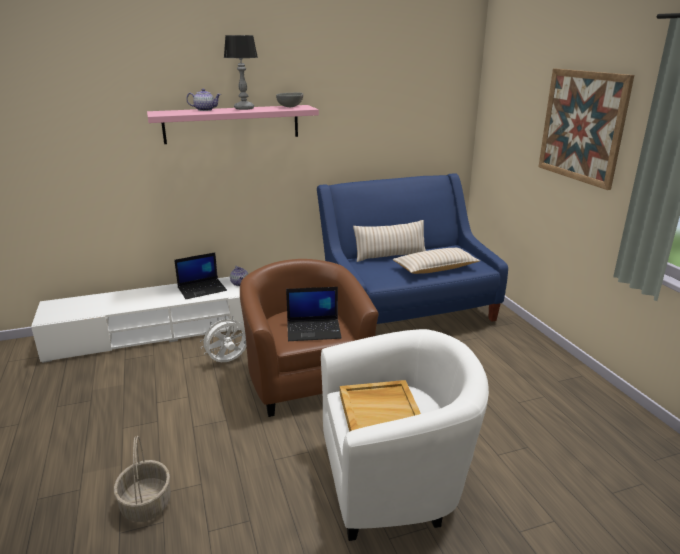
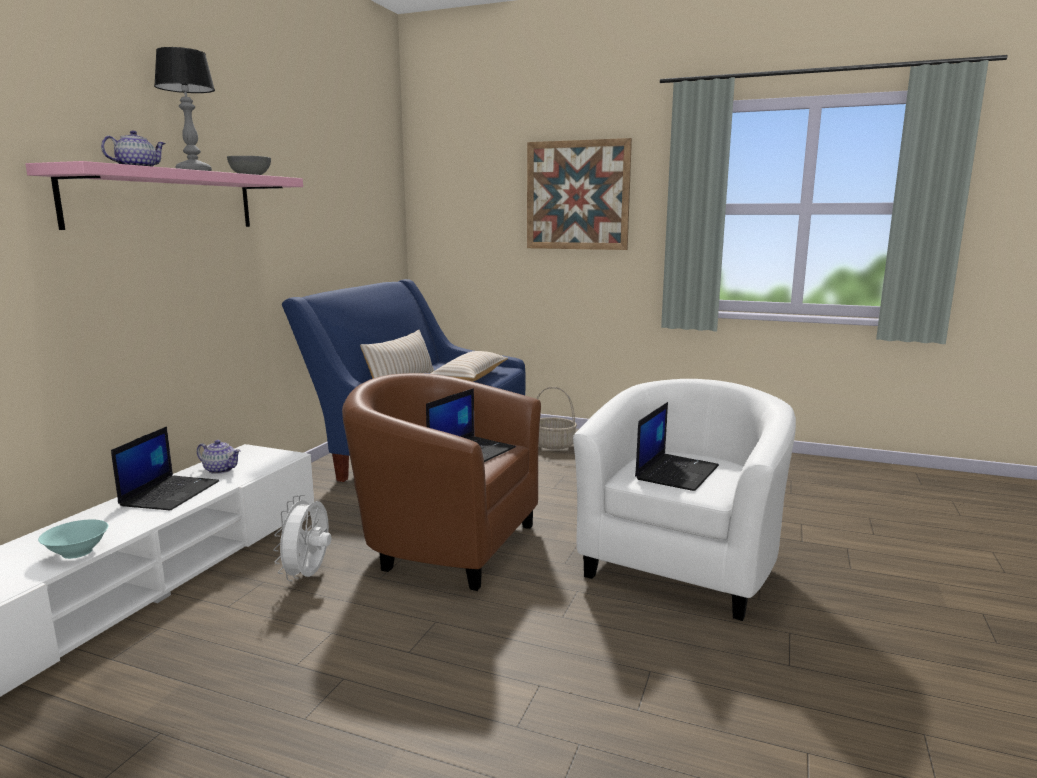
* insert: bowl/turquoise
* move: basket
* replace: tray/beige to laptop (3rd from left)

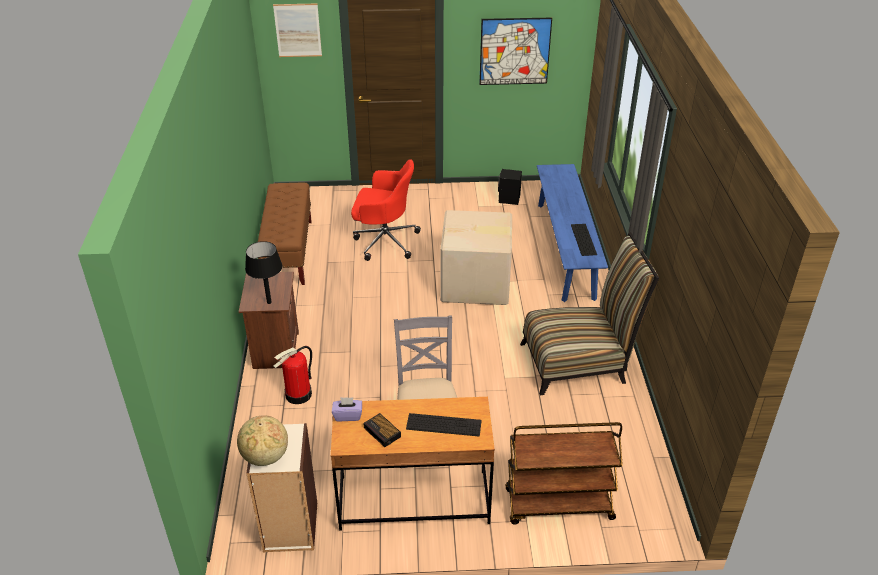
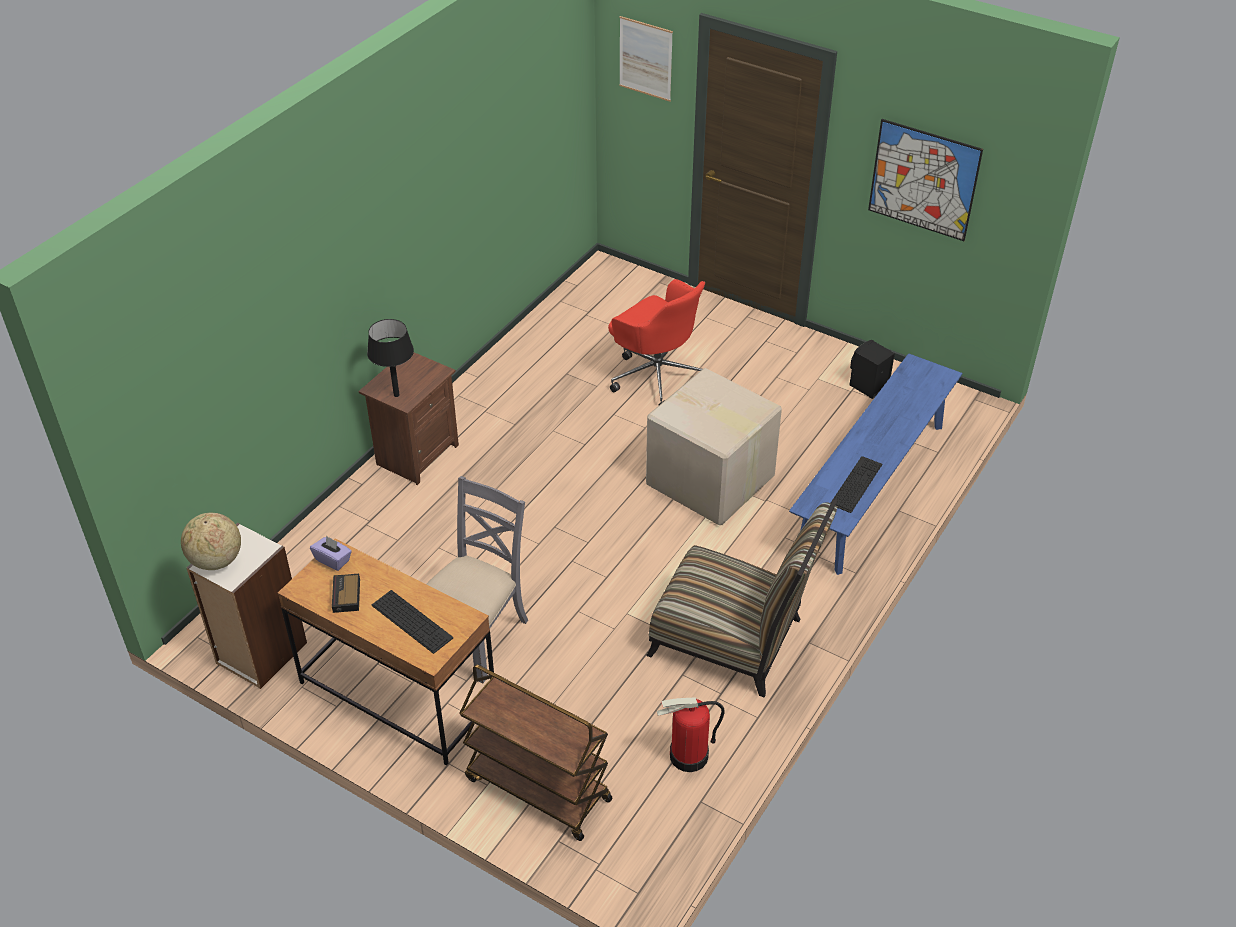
* delete: bench/brown
* move: fire extinguisher

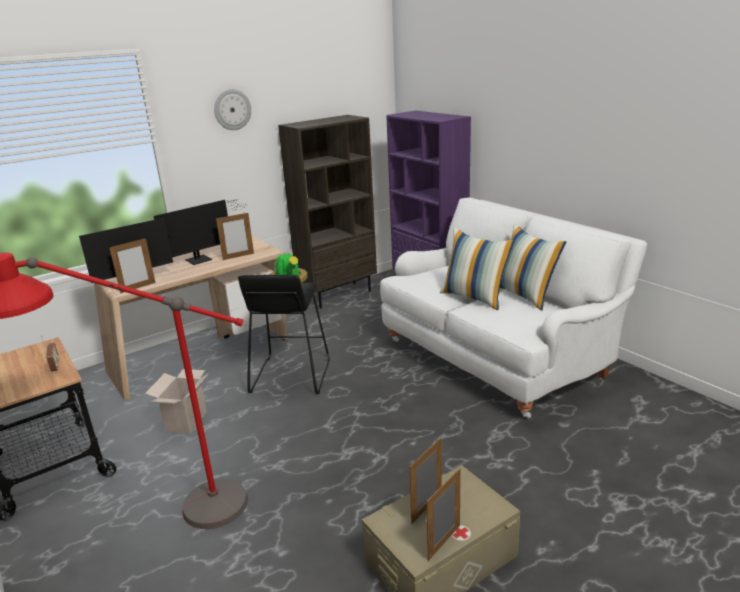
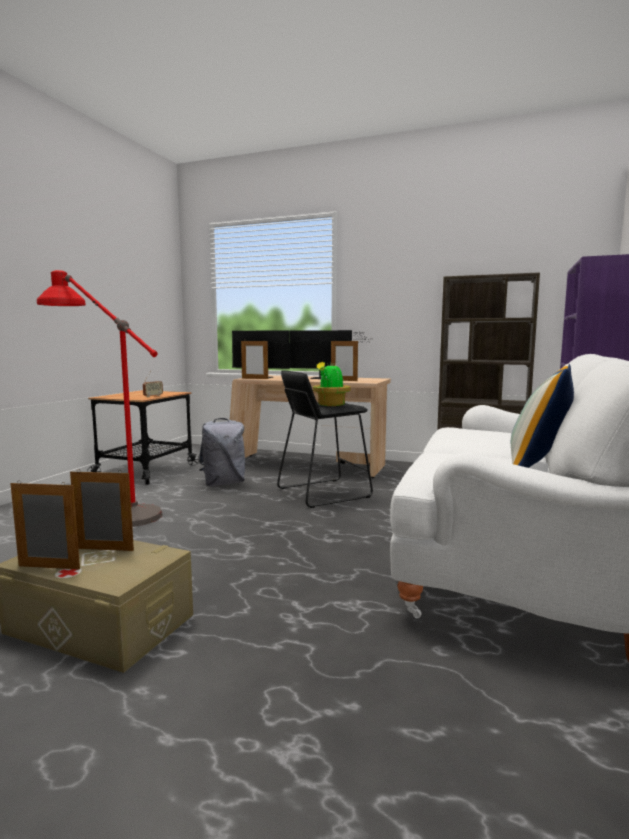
* delete: wall clock
* delete: pillow (1st from left)
* replace: cardboard box to backpack/grey

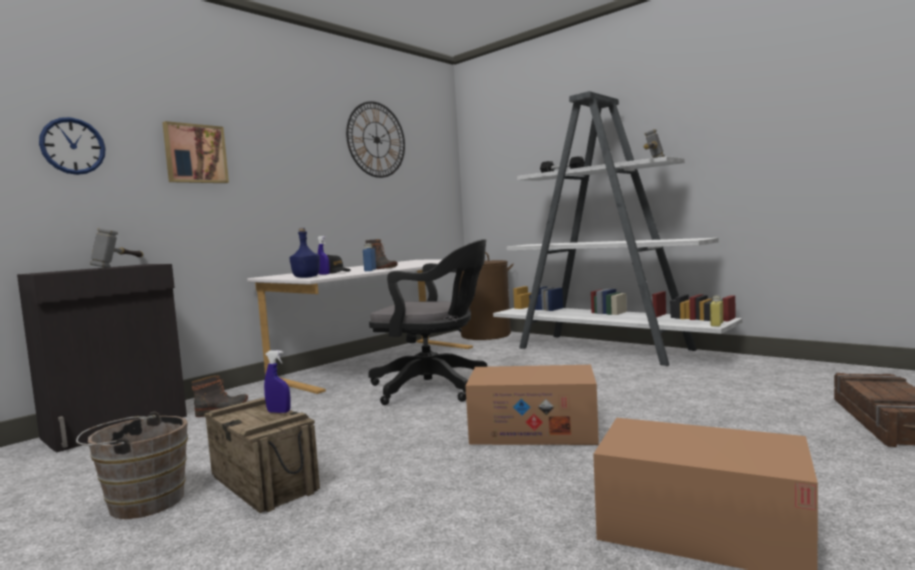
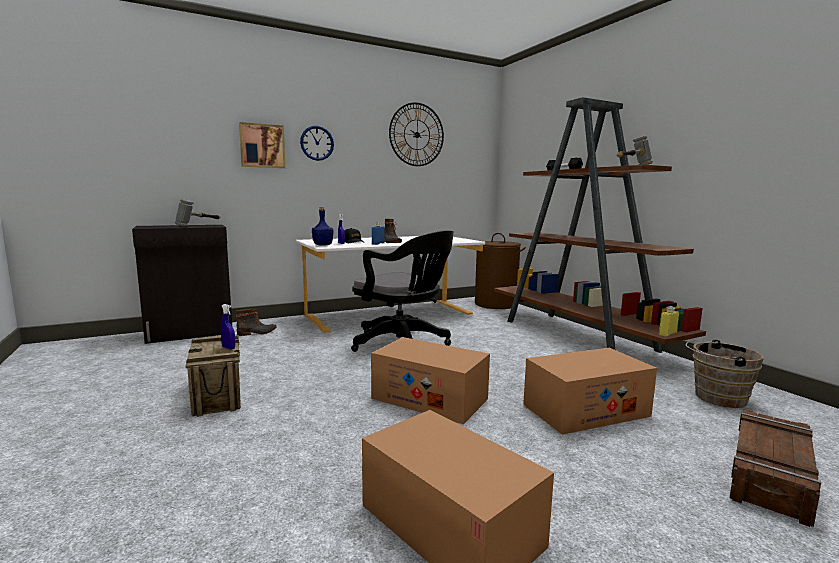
* insert: cardboard box (3rd from left)
* move: wall clock (1st from left)
* move: bucket/brown
* recolor: bookcase/white to bookcase/brown

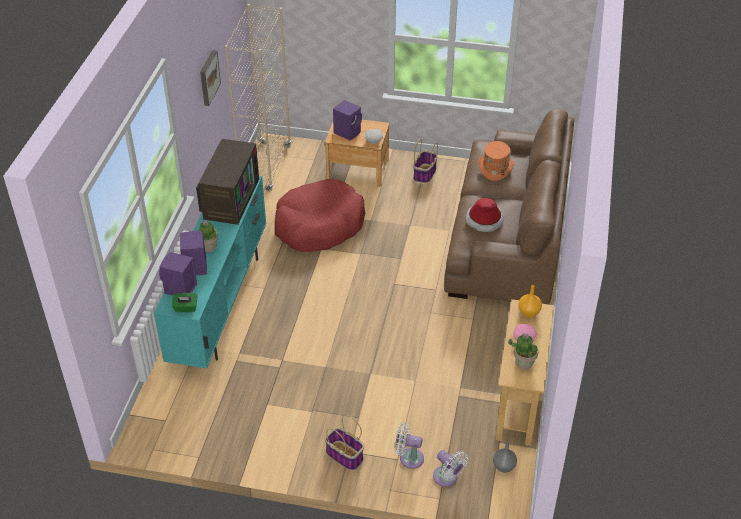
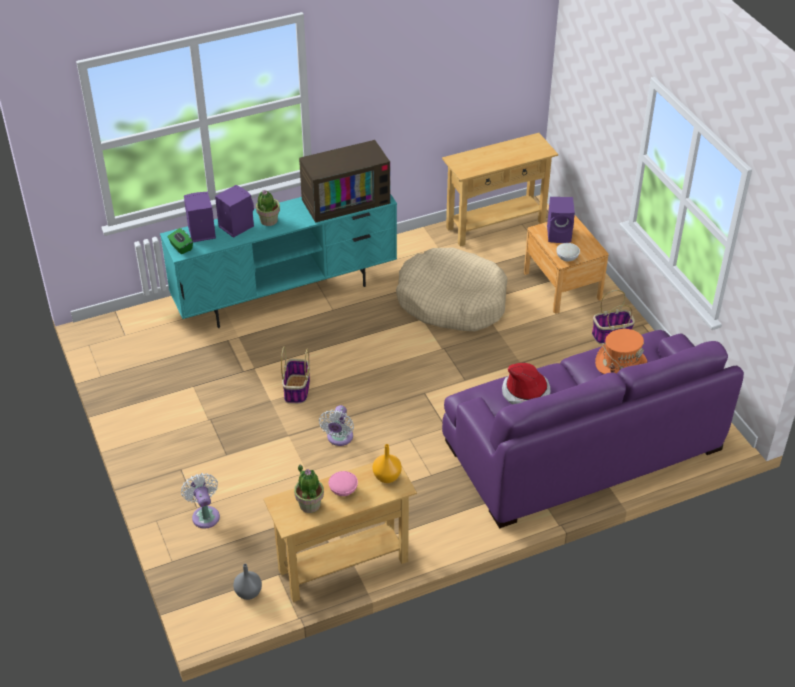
* delete: picture
* move: basket (1st from left)
* move: fan/white (2nd from left)
* replace: bookcase/beige to console table/beige (2nd from left)
* recolor: dog bed/red to dog bed/beige
* recolor: sofa/brown to sofa/purple

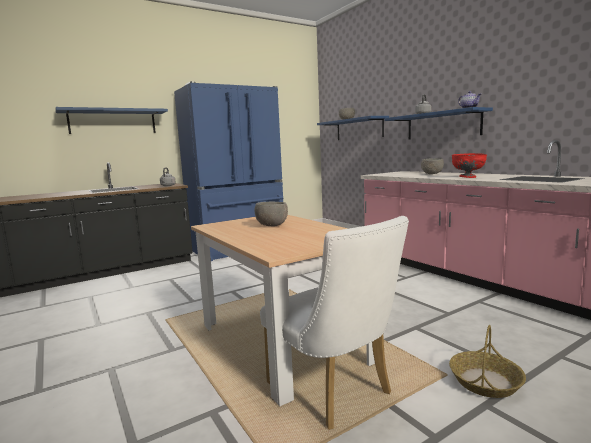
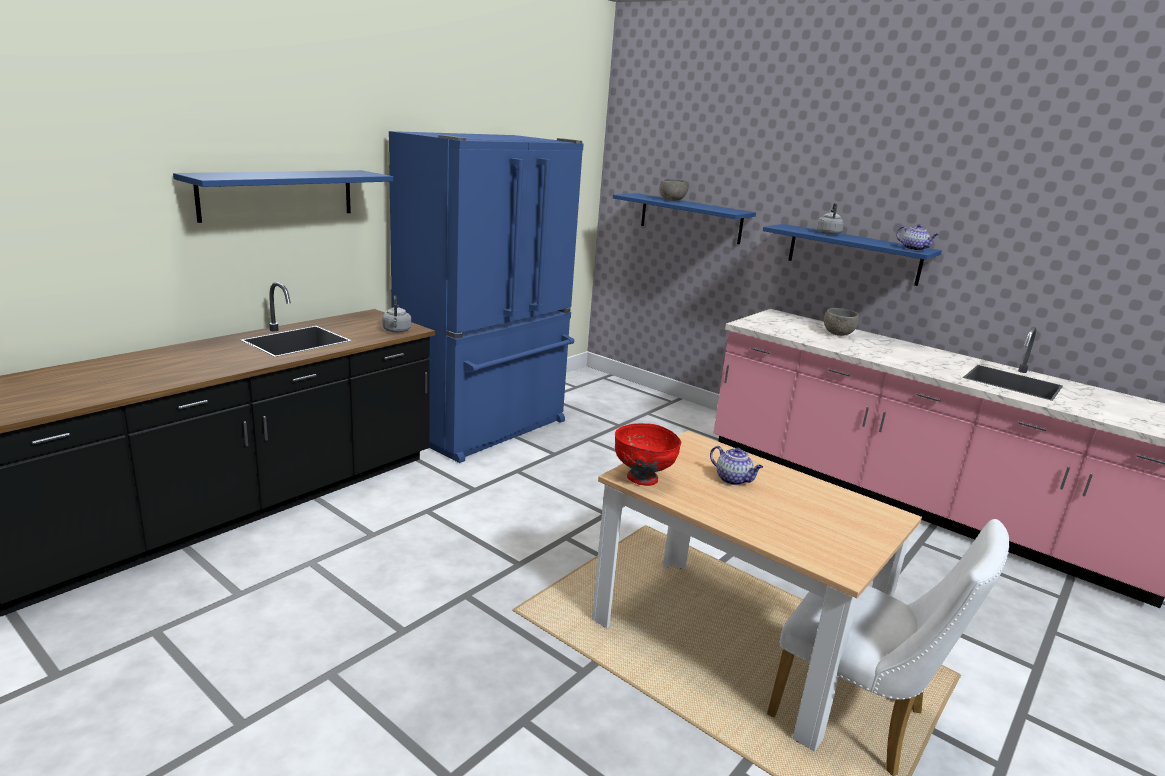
* delete: basket
* move: bowl/red
* replace: bowl/grey (1st from left) to teapot (1st from left)

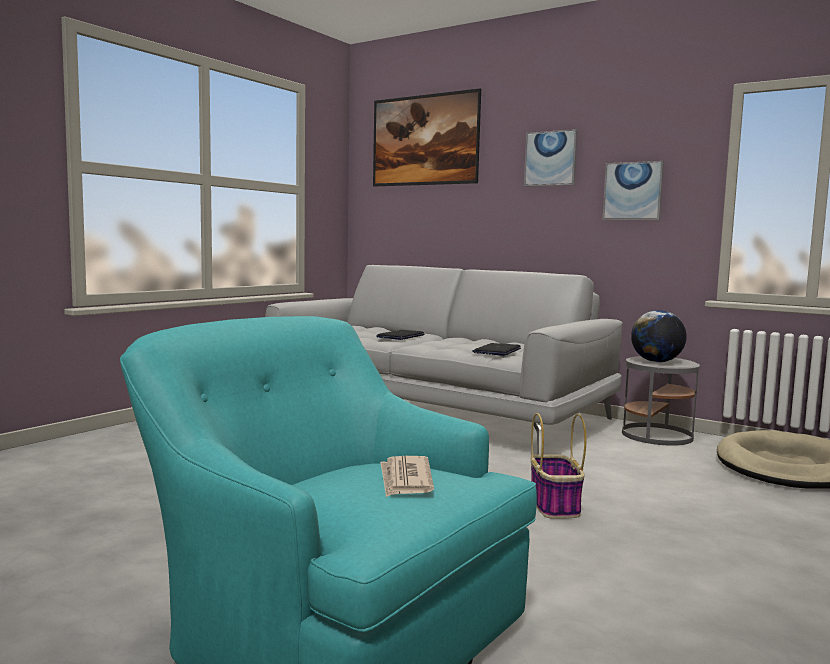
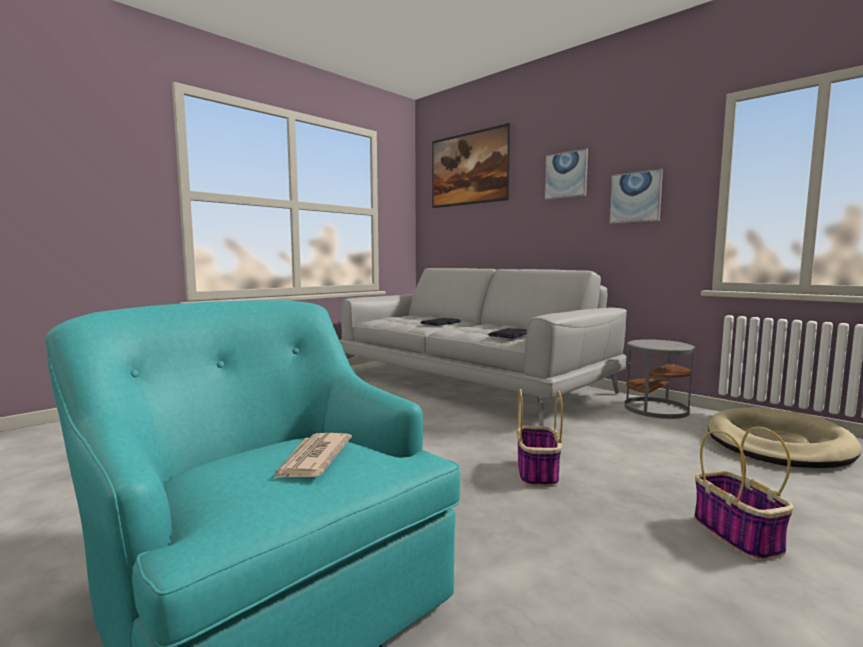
* delete: globe
* insert: basket (2nd from left)

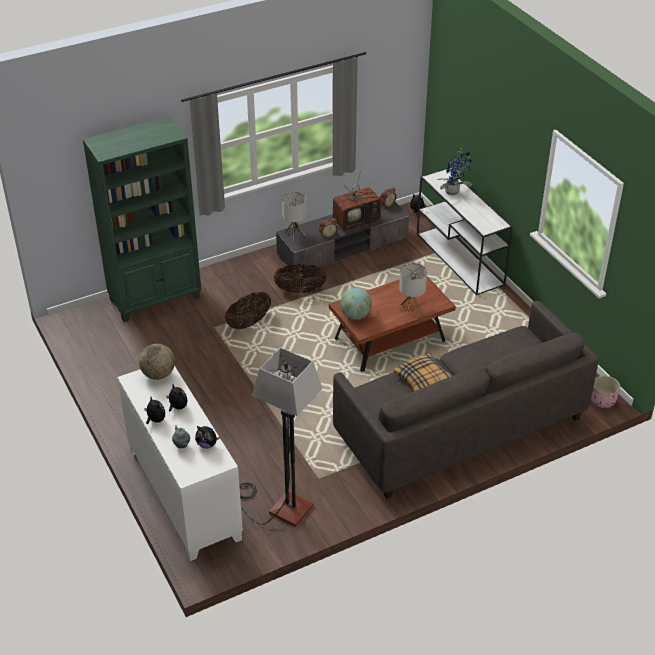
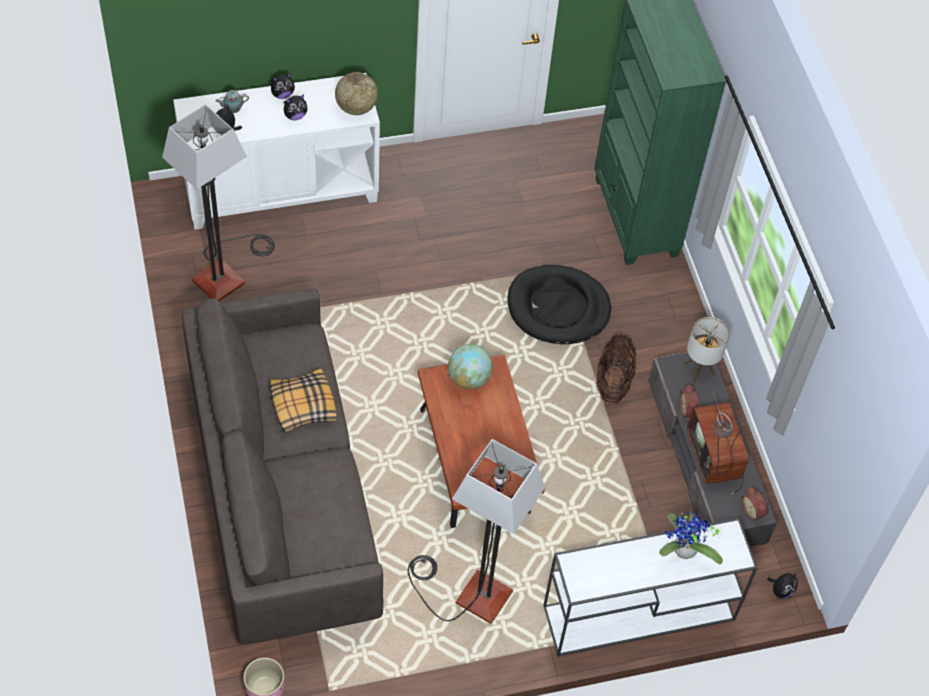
* delete: table lamp (2nd from left)
* insert: floor lamp (2nd from left)
* replace: basket (1st from left) to dog bed/black

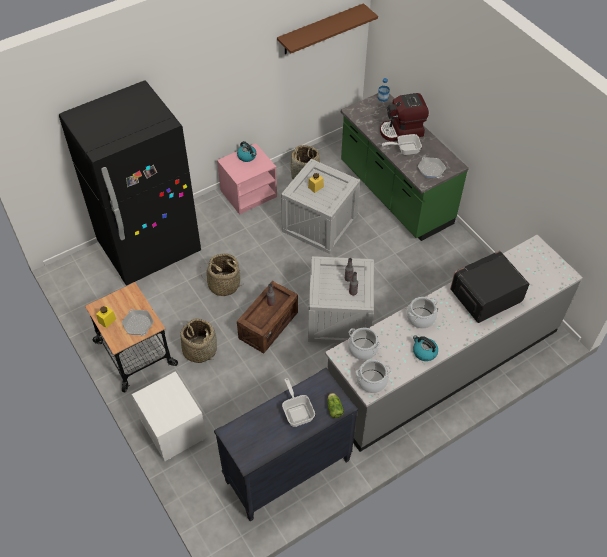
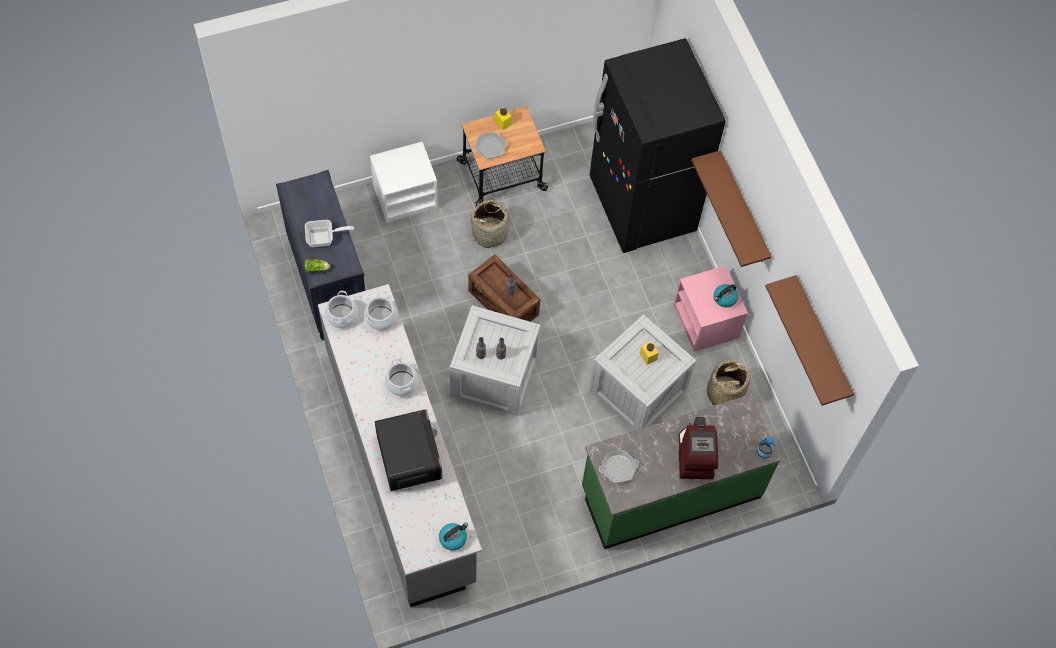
* delete: basket (2nd from left)
* delete: frying pan (3rd from left)
* insert: shelf/brown (1st from left)
* move: kettle (2nd from left in the first image) to kettle (1st from left)

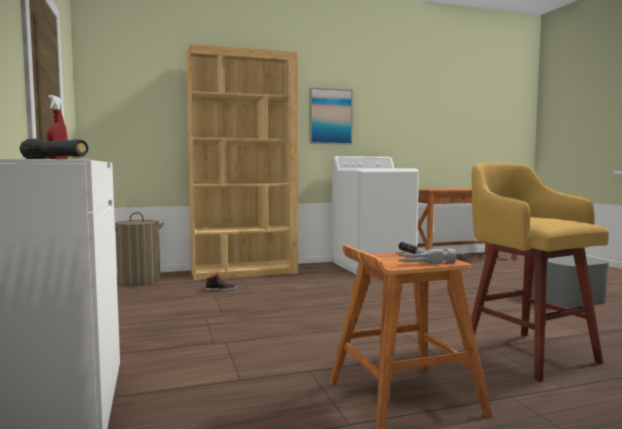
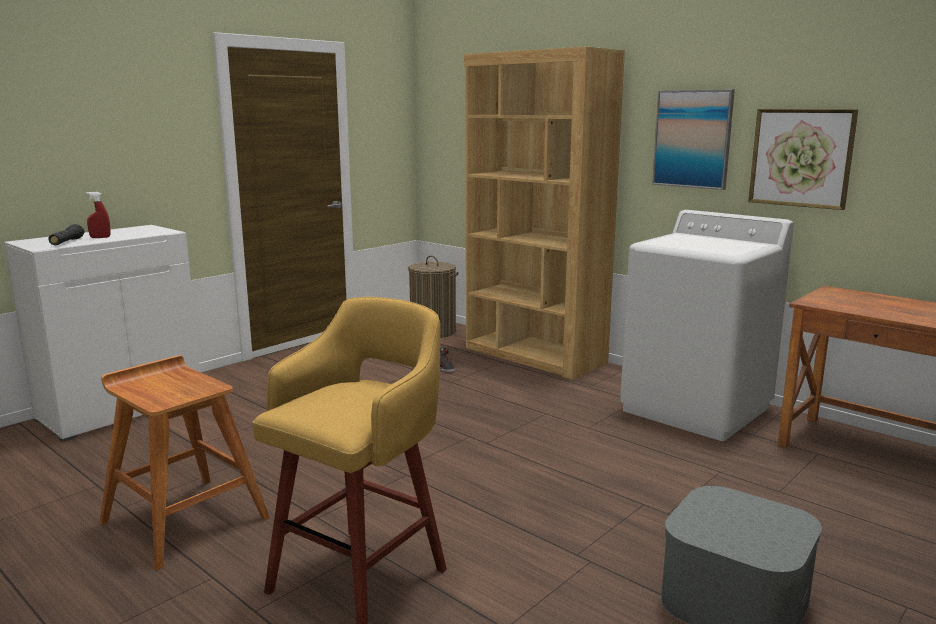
* delete: hammer
* insert: picture (2nd from left)

